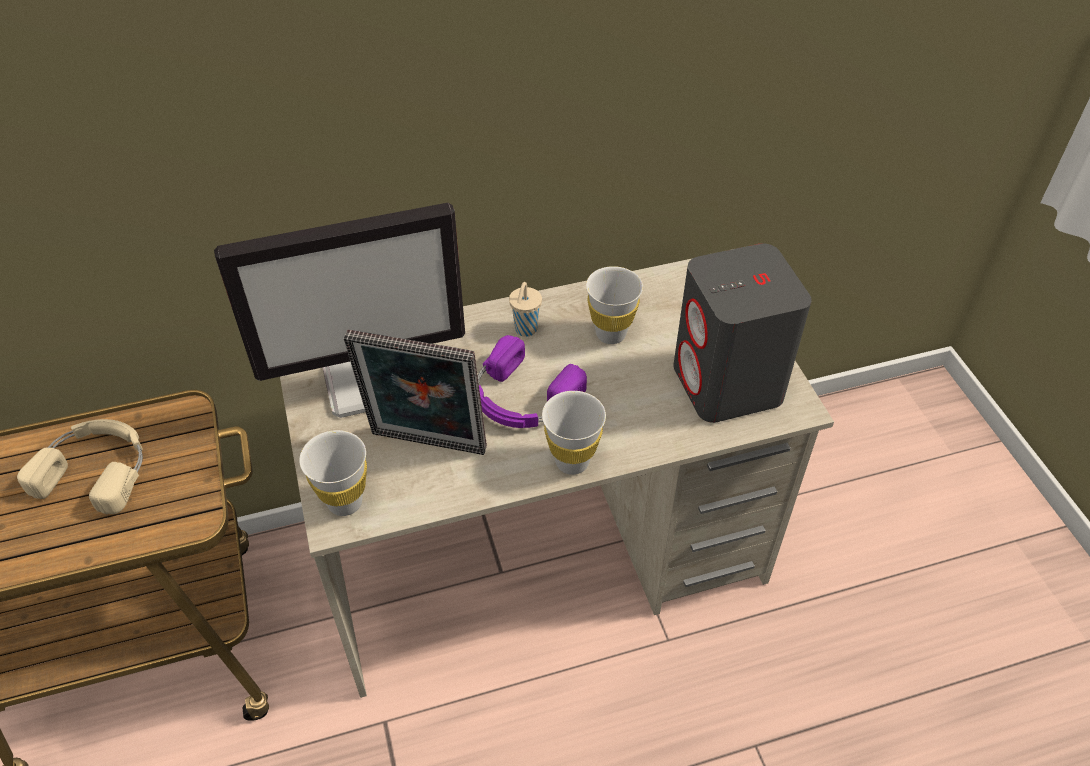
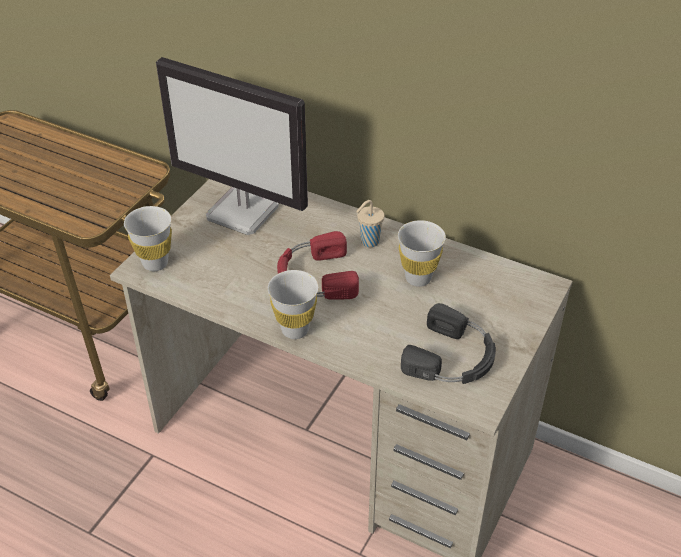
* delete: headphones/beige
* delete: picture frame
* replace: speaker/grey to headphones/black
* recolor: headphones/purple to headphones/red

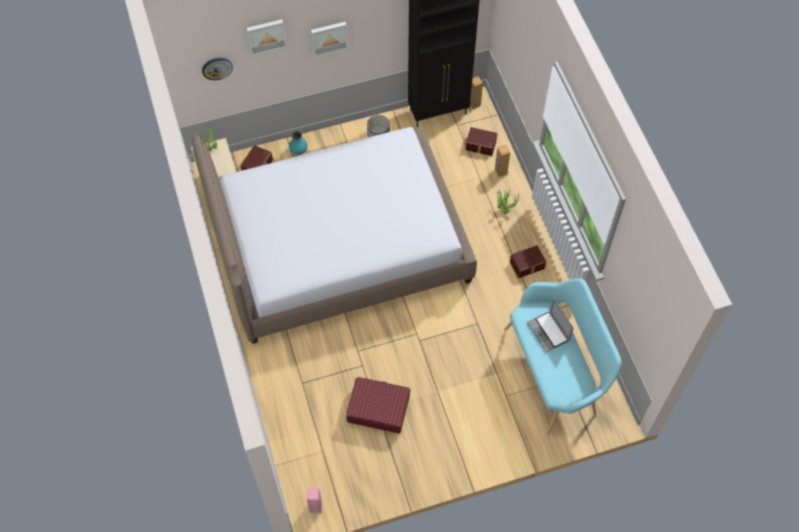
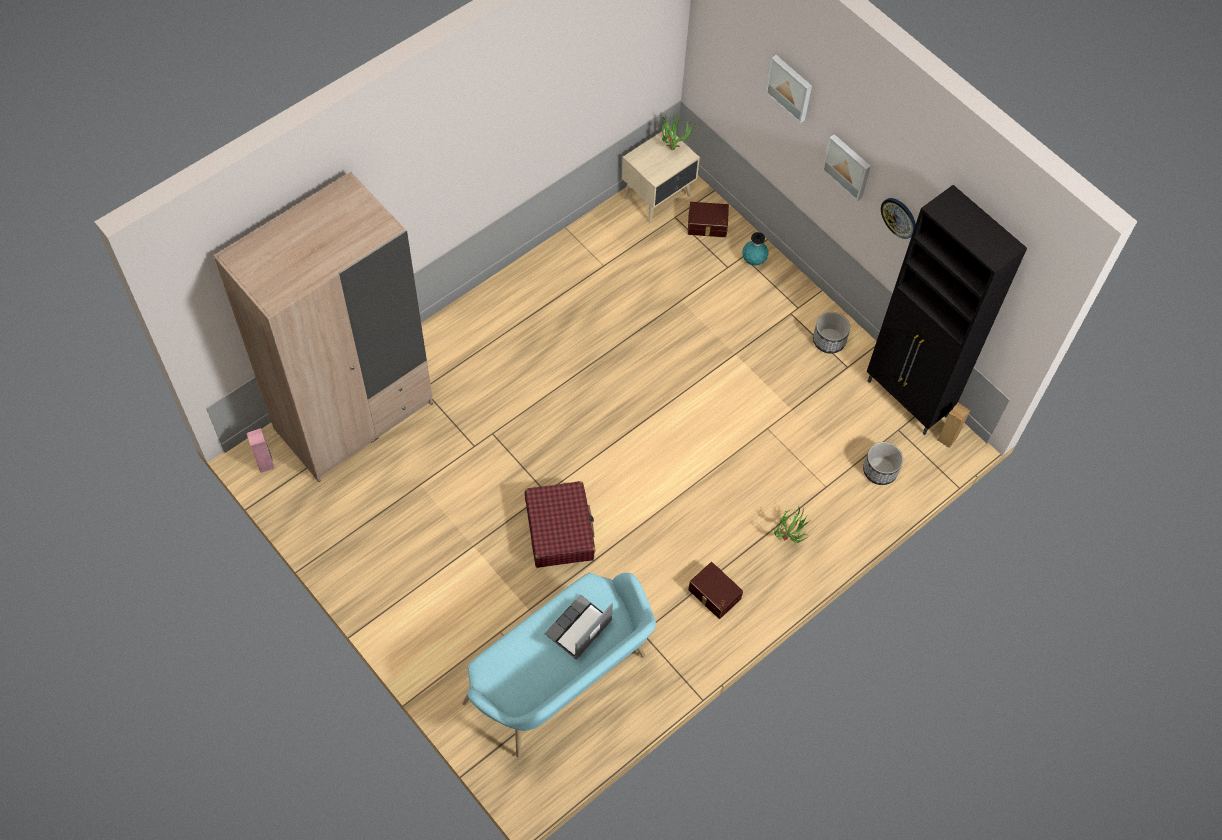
* delete: bed
* delete: speaker/brown (2nd from left)
* insert: wardrobe/beige
* move: wall clock
* move: suitcase/red
* replace: storage box/brown (2nd from left) to planter (2nd from left)

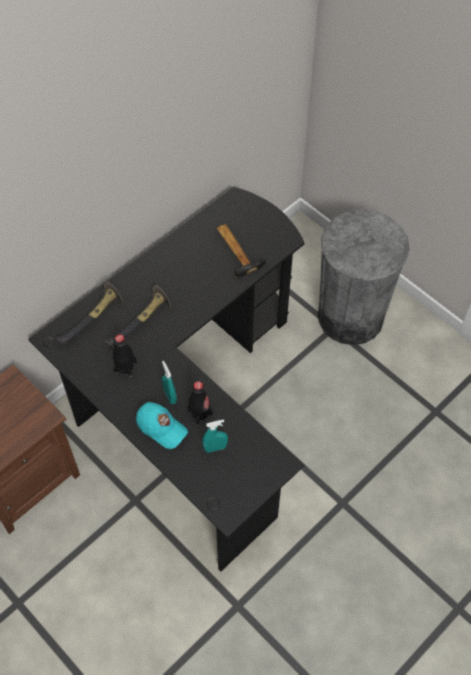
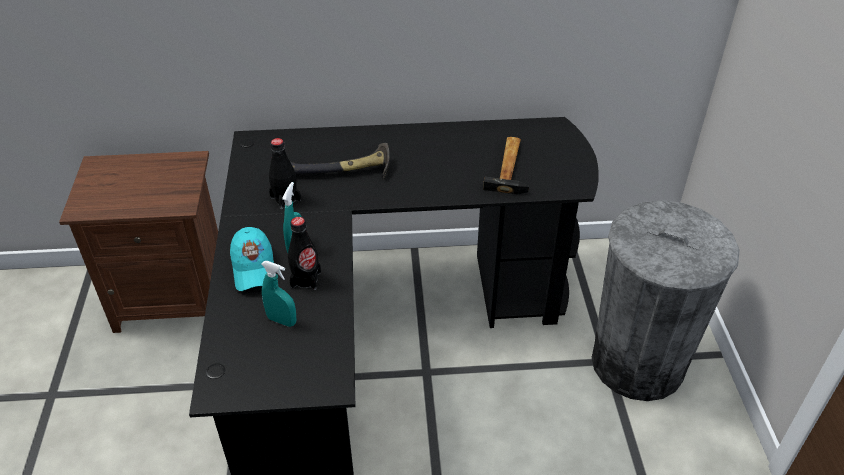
* delete: hammer (1st from left)

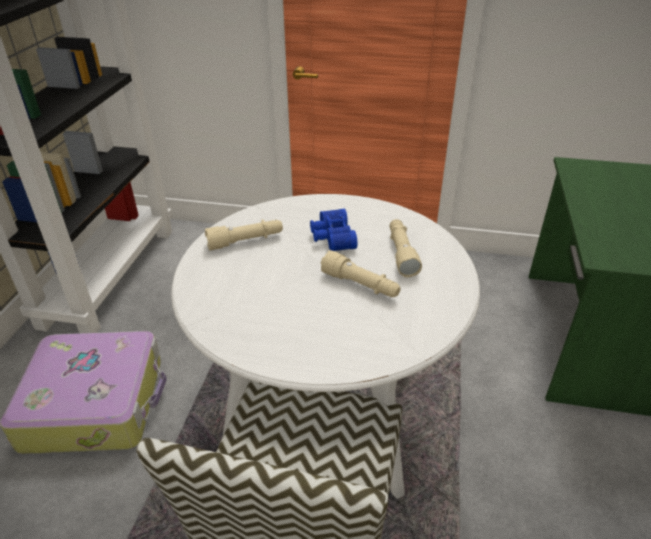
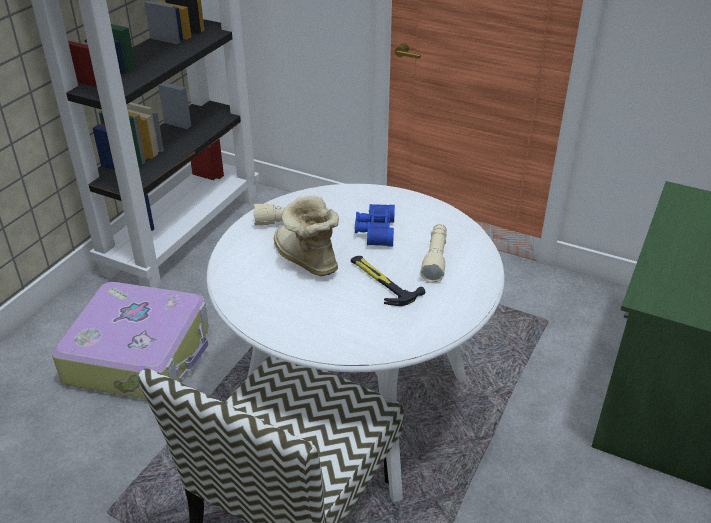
* insert: boot
* replace: flashlight/beige (2nd from left) to hammer

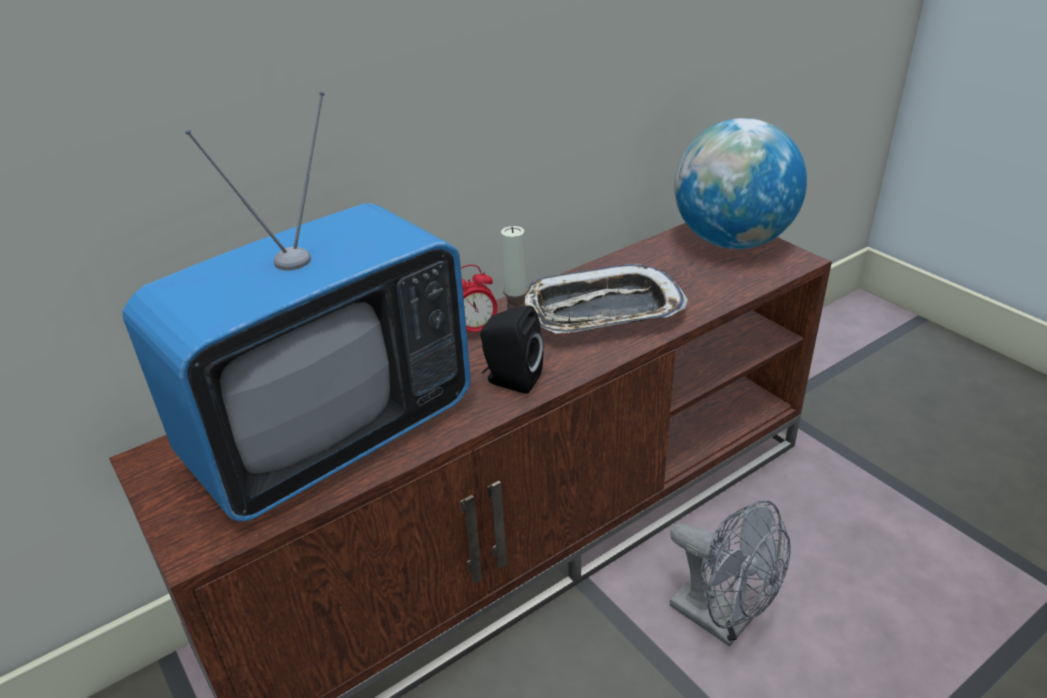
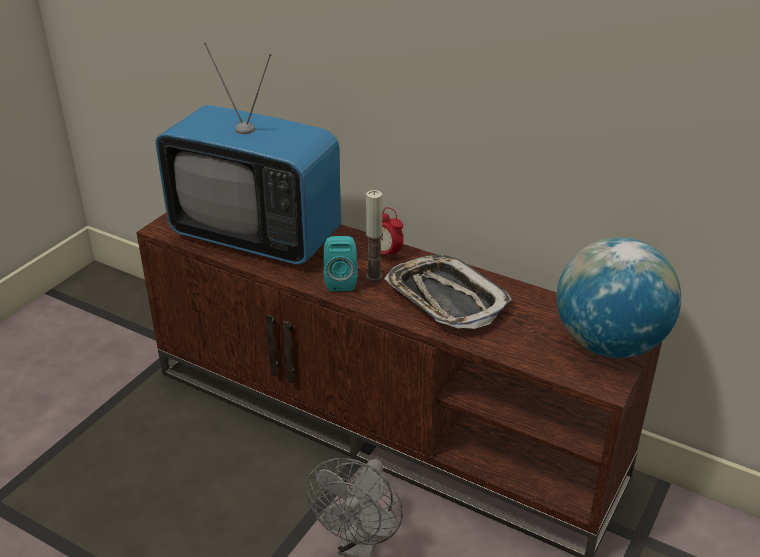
* recolor: speaker/black to speaker/turquoise

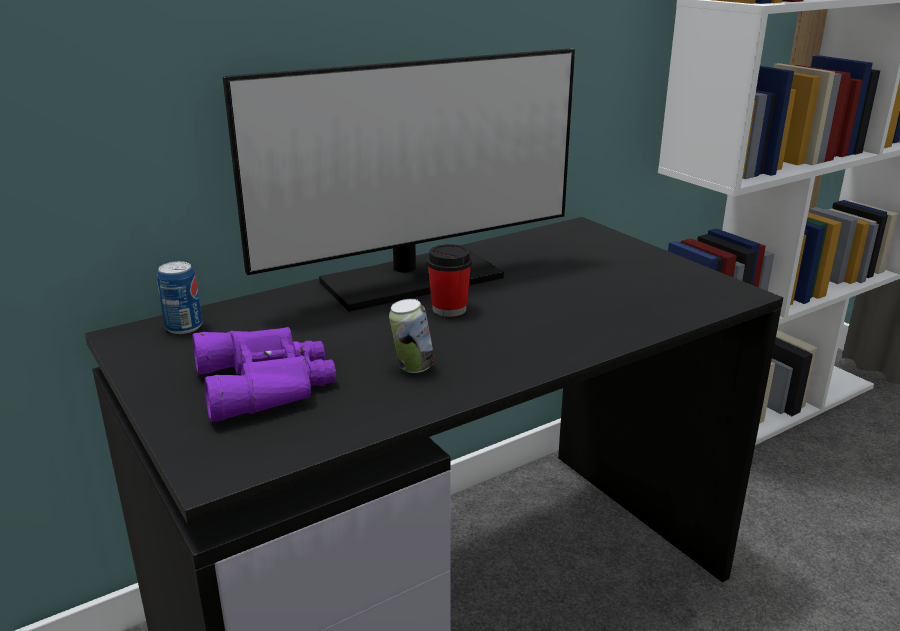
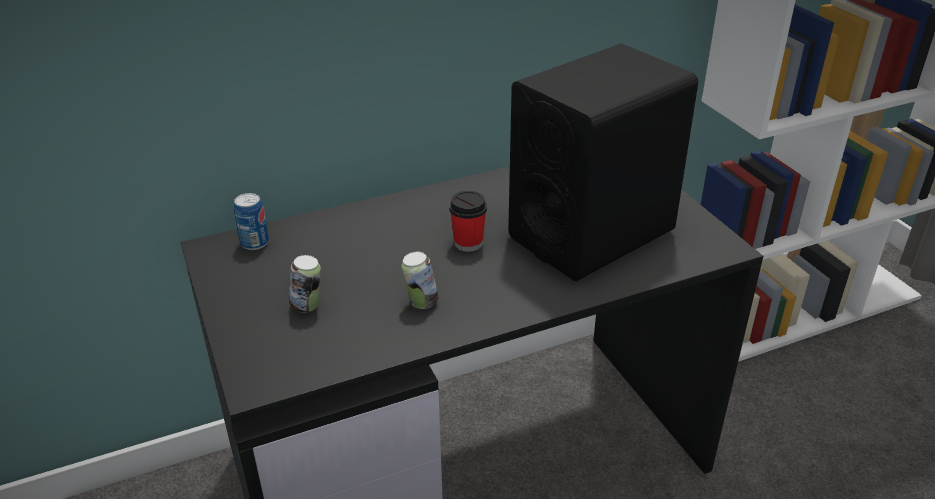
* delete: monitor
* insert: speaker/black
* replace: binoculars/purple to can (2nd from left)

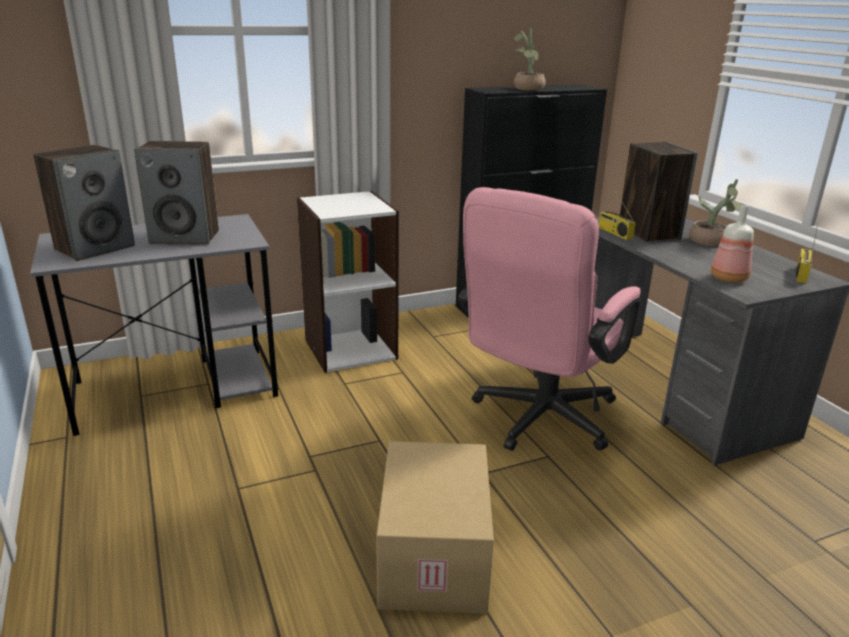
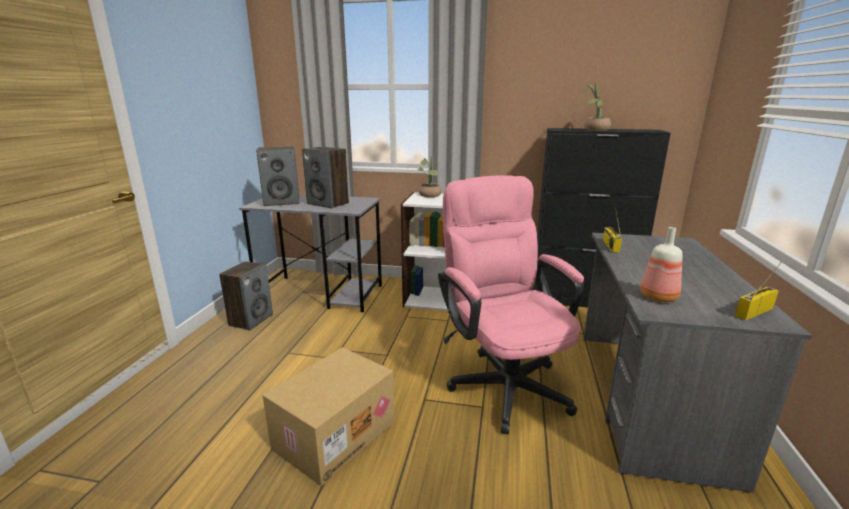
* move: speaker (3rd from left in the first image) to speaker (1st from left)
* move: potted plant (2nd from left in the first image) to potted plant (1st from left)
* rotate: office chair/pink 90 degrees clockwise

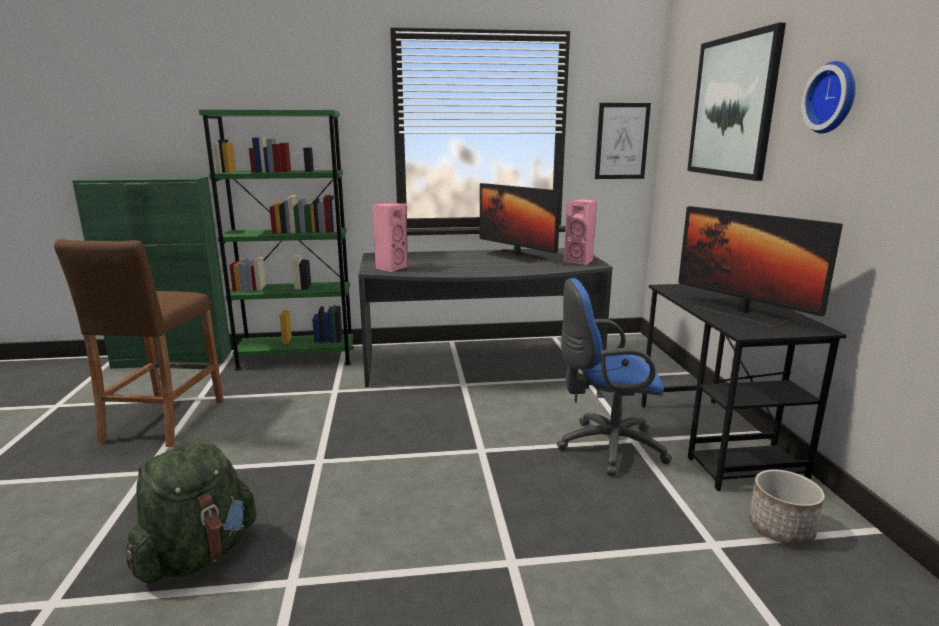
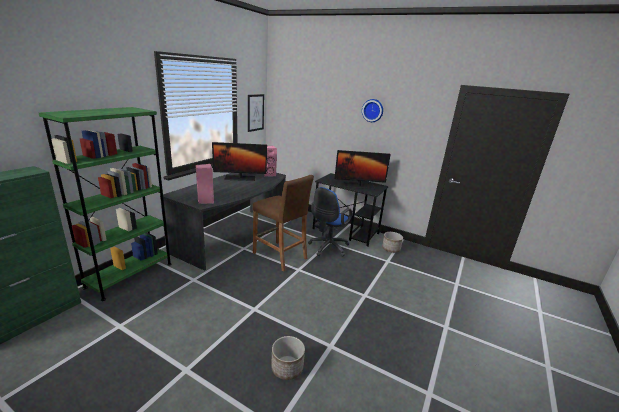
* delete: picture (2nd from left)
* move: stool/brown
* replace: backpack/green to planter (1st from left)

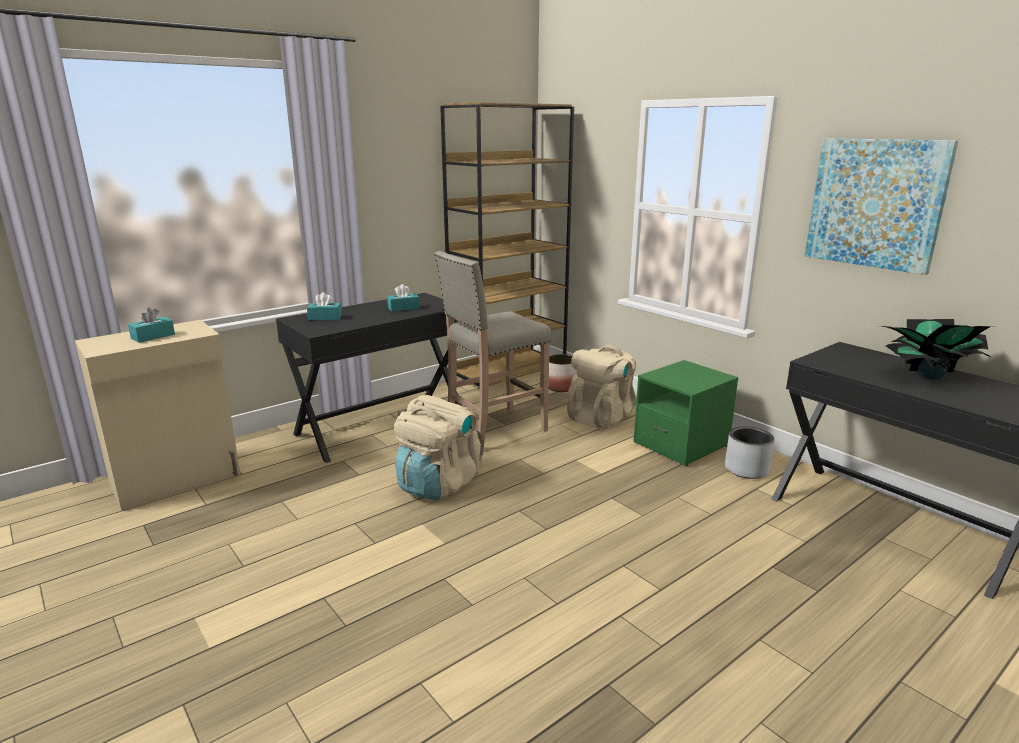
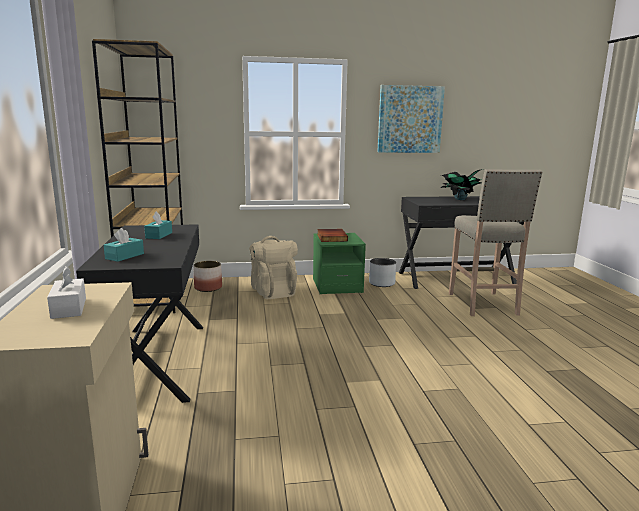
* delete: backpack/beige (1st from left)
* insert: book
* move: stool/beige
* recolor: tissue box/turquoise (1st from left) to tissue box/white

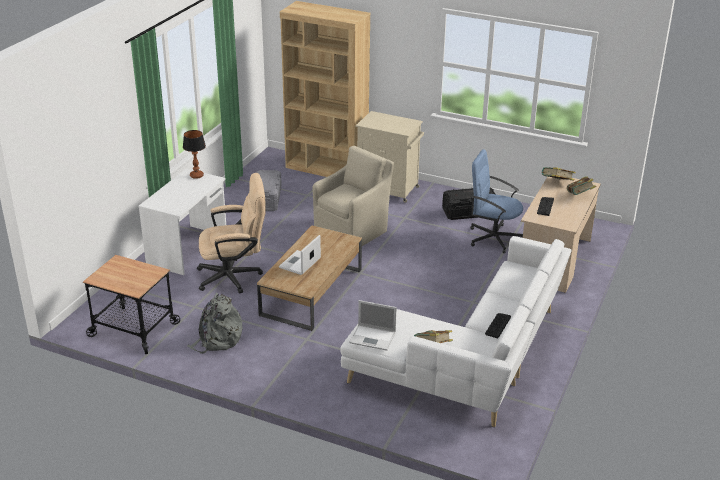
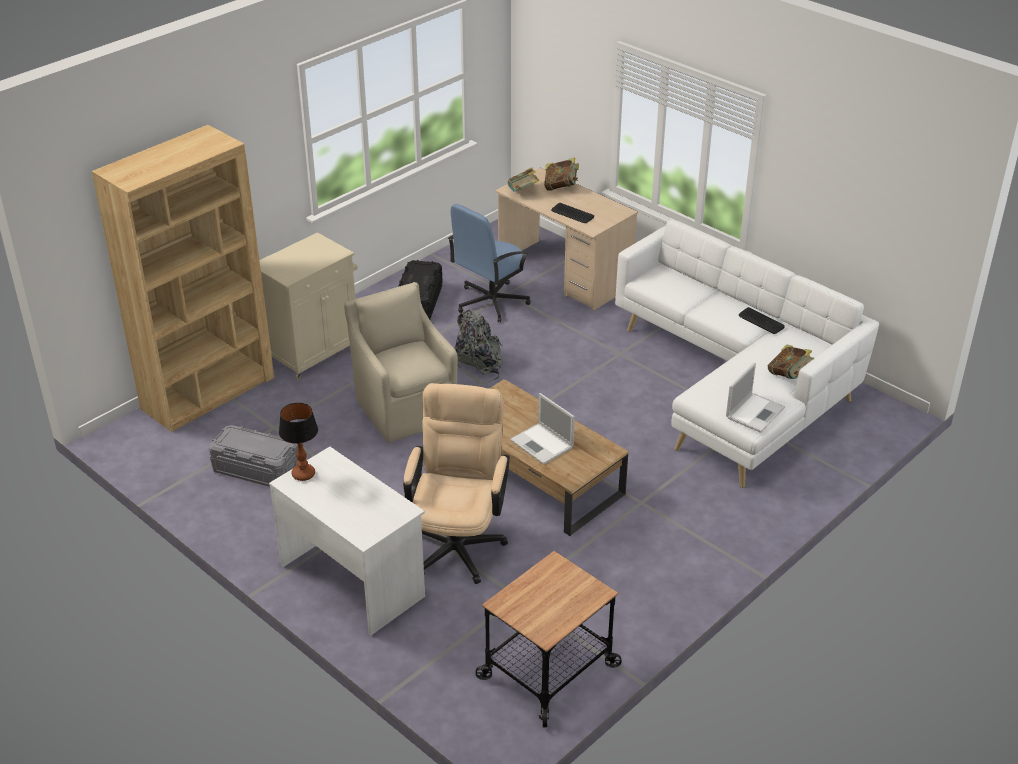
* move: backpack/grey

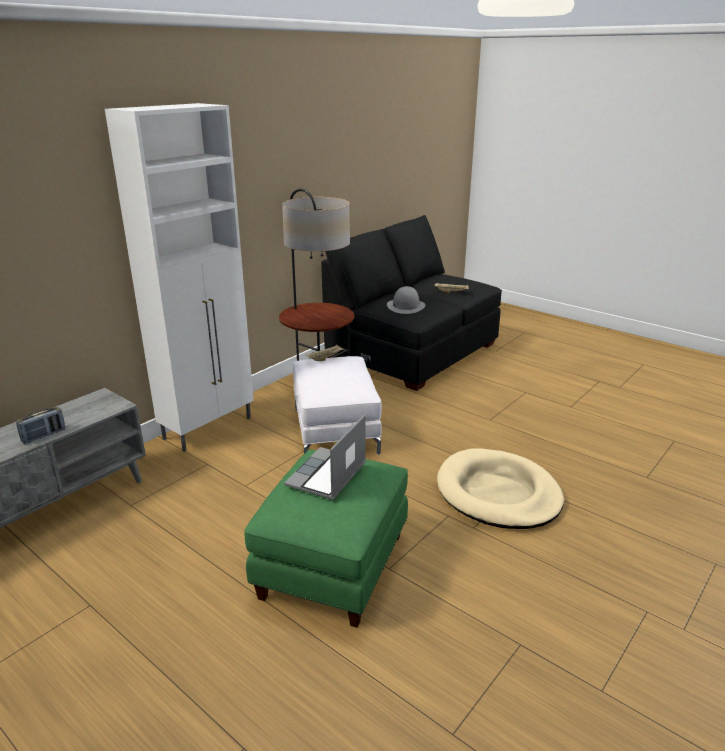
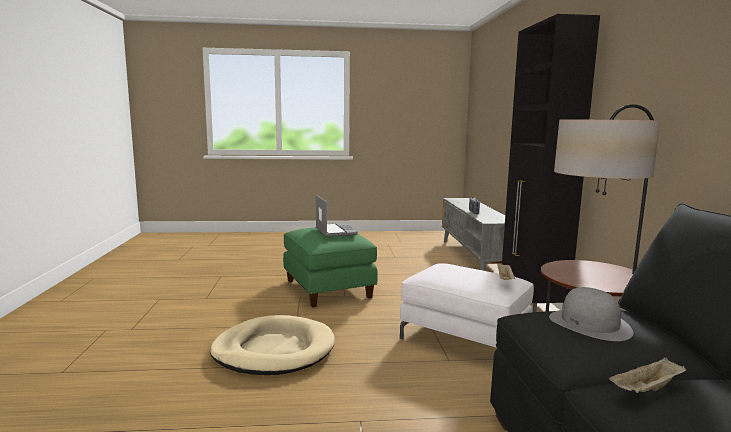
* recolor: cabinet/white to cabinet/black

